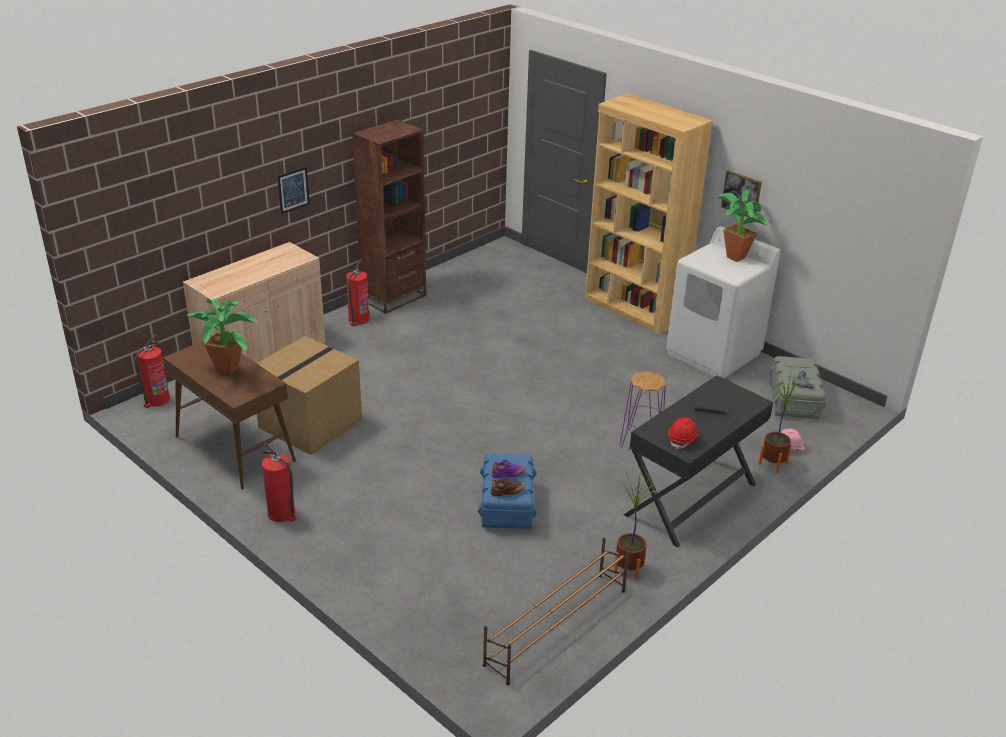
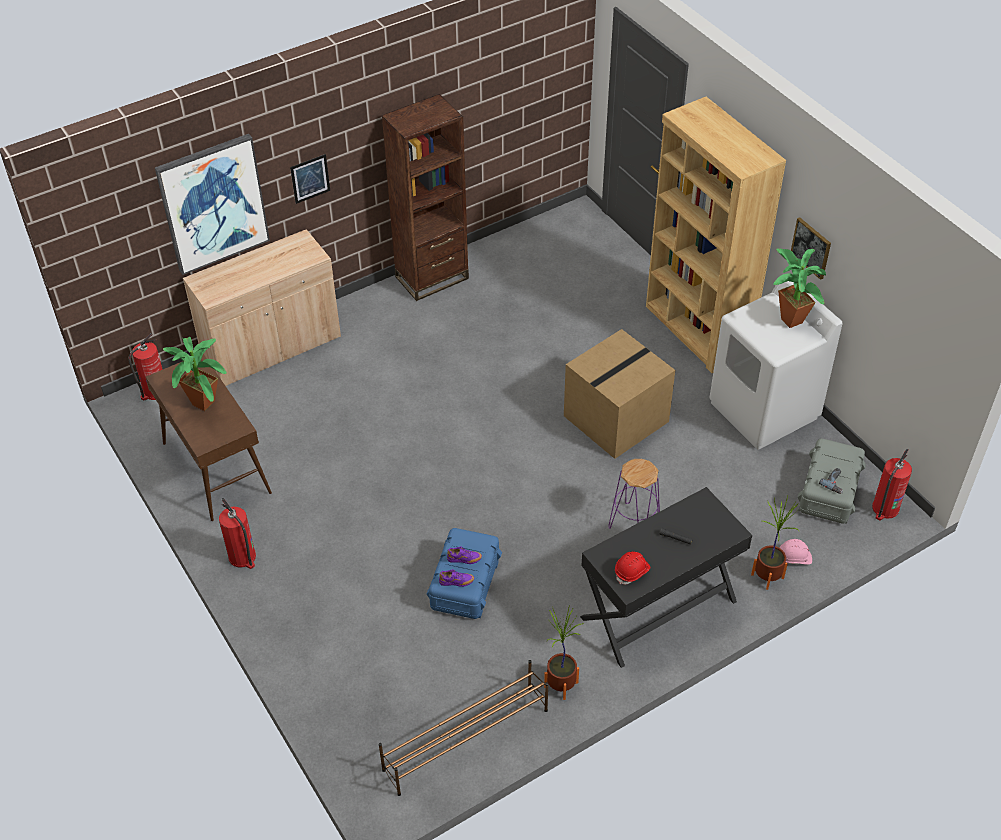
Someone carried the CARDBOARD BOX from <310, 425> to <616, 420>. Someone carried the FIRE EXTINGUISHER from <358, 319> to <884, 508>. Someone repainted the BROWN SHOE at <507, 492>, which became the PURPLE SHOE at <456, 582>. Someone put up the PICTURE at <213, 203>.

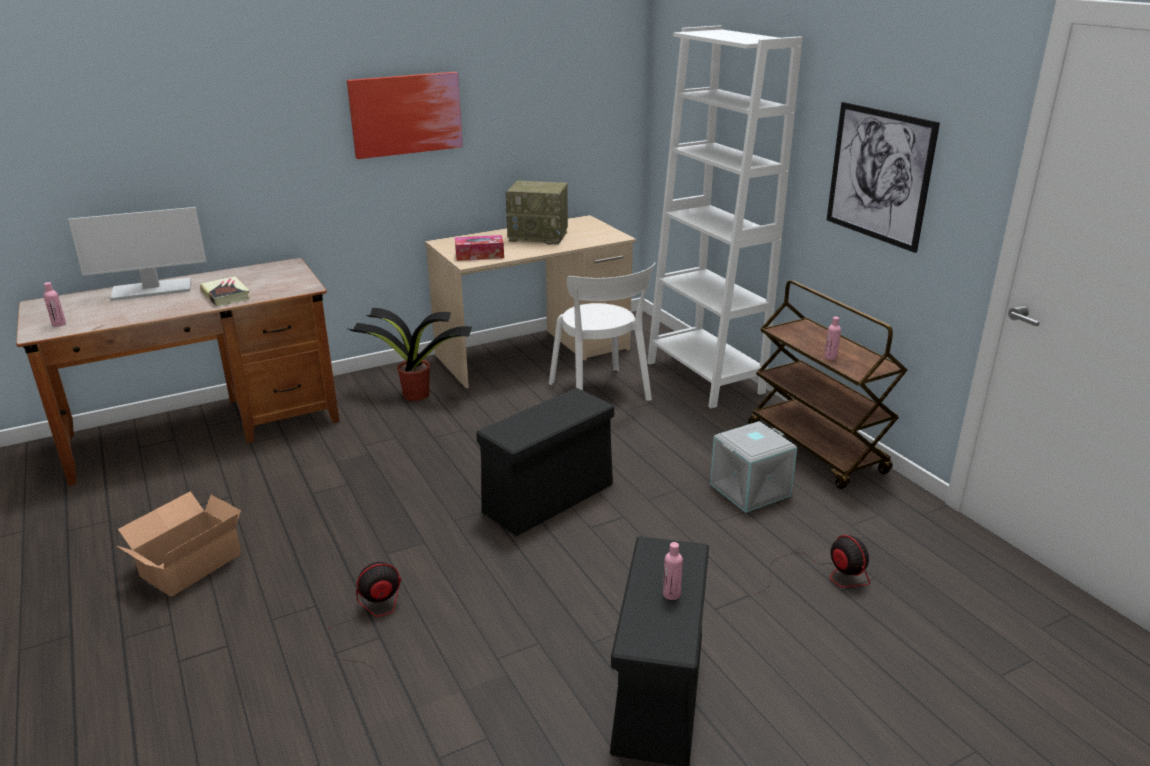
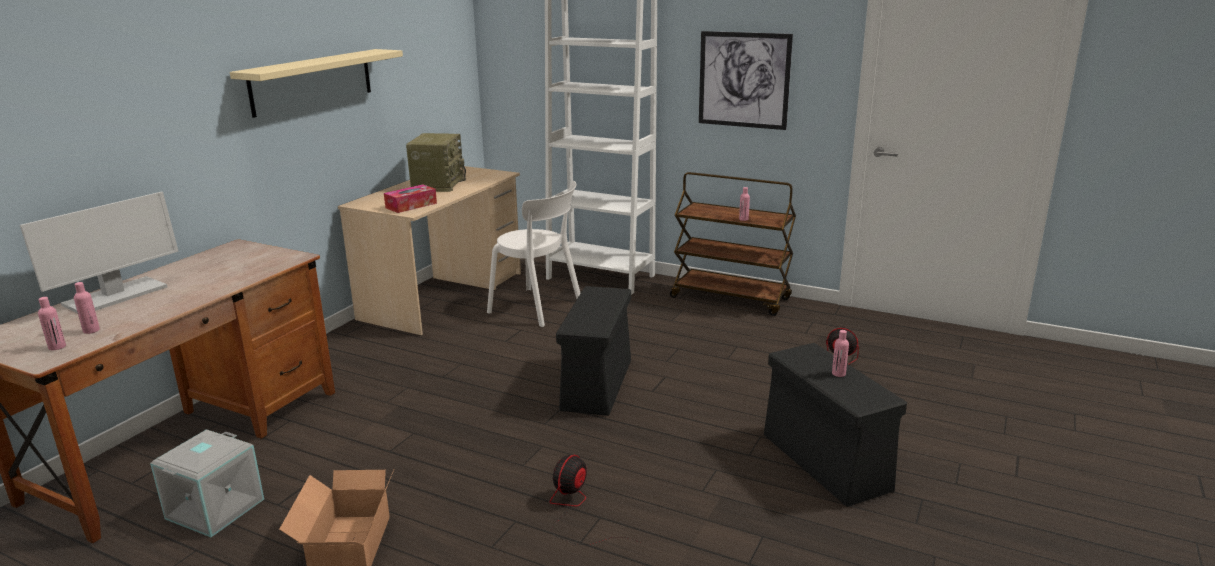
Someone took away the BOOK at <226, 295>. Someone took away the POTTED PLANT at <414, 394>. Someone swapped the PICTURE at <406, 114> for the BEIGE SHELF at <312, 81>. Someone rotated the RADIO at <539, 236> by 60 degrees counterclockwise. Someone carried the GREY STORAGE BOX from <750, 491> to <215, 509>. Someone put down the PINK BOTTLE at <91, 330>.

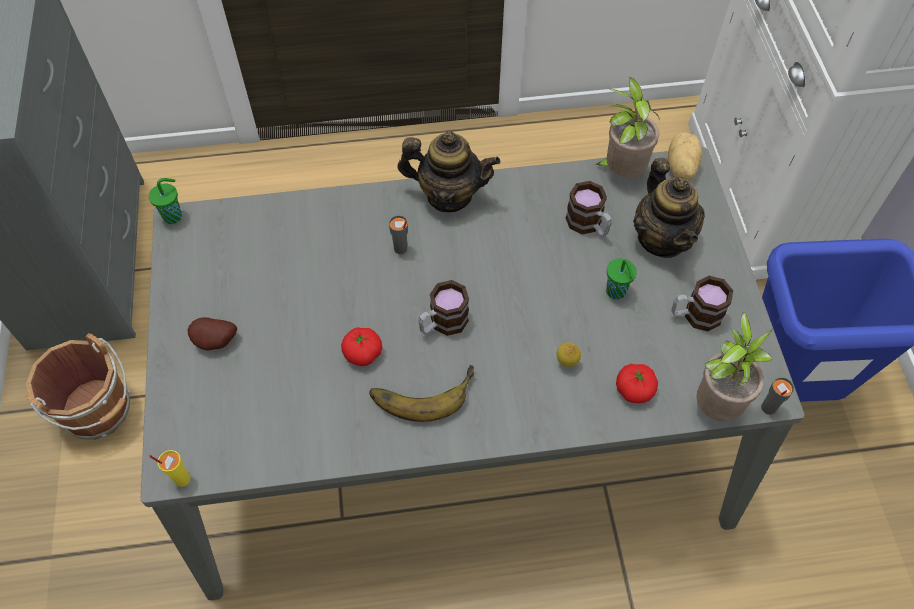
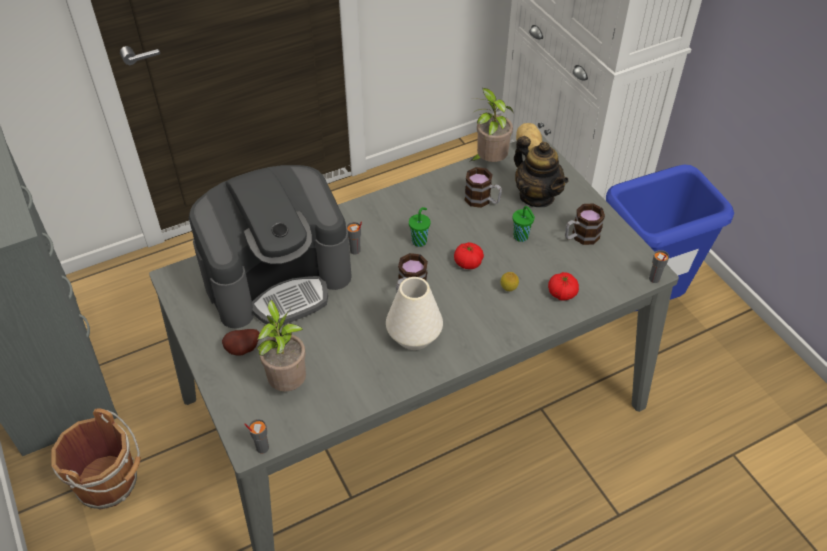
Someone carried the GREEN CUP from <174, 216> to <420, 241>. Someone repainted the YELLOW CUP at <182, 479>, which became the GREY CUP at <262, 448>. Someone carried the TOMATO from <363, 353> to <468, 263>. Someone swapped the BANANA at <421, 389> for the WHITE VASE at <414, 336>. Someone took away the TEAPOT at <449, 195>. Someone carried the POTTED PLANT from <715, 405> to <288, 382>. Someone put down the COFFEE MACHINE at <278, 278>.

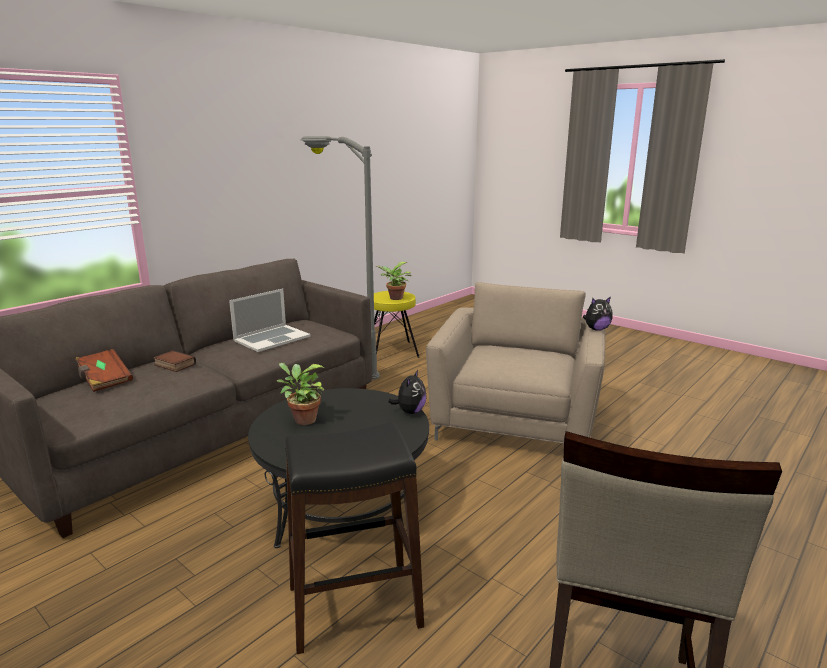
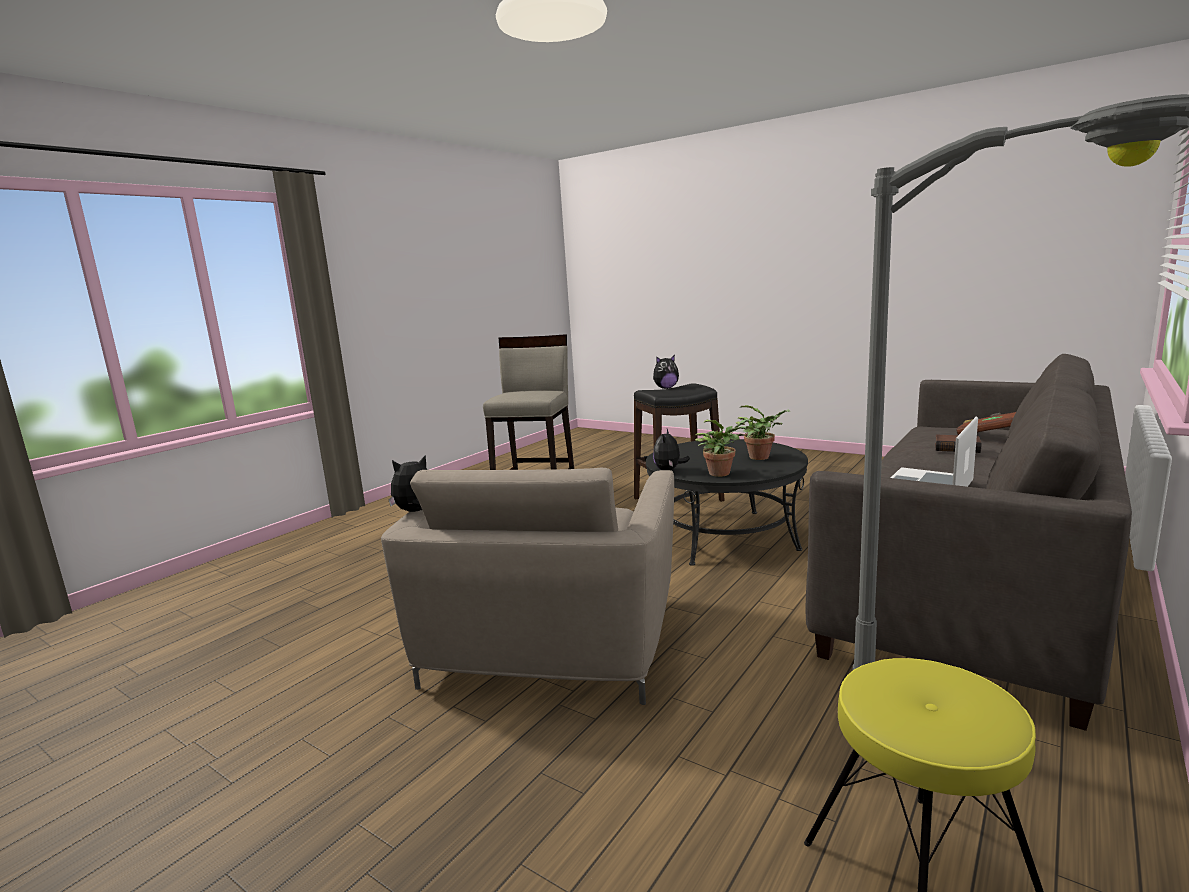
Someone carried the POTTED PLANT from <394, 298> to <721, 473>. Someone put down the PLUSH TOY at <665, 388>.

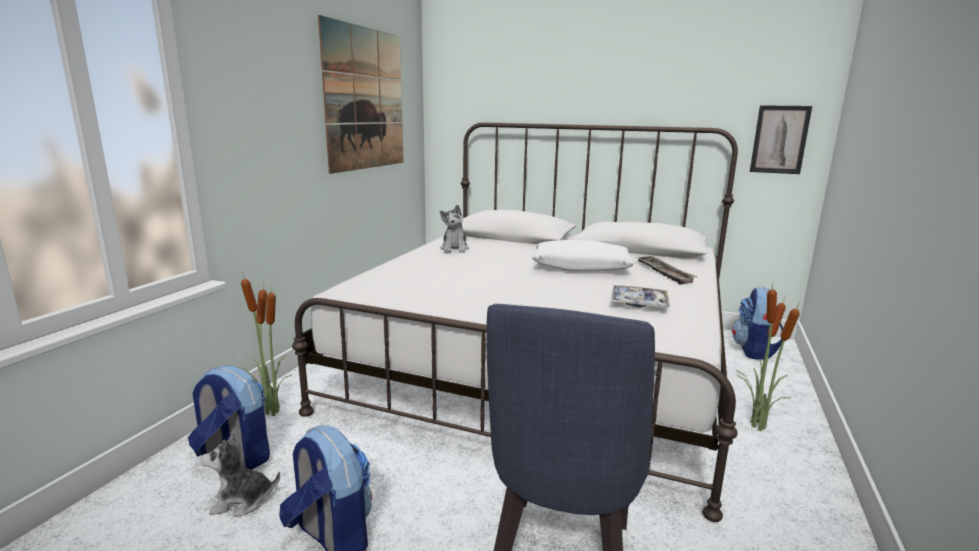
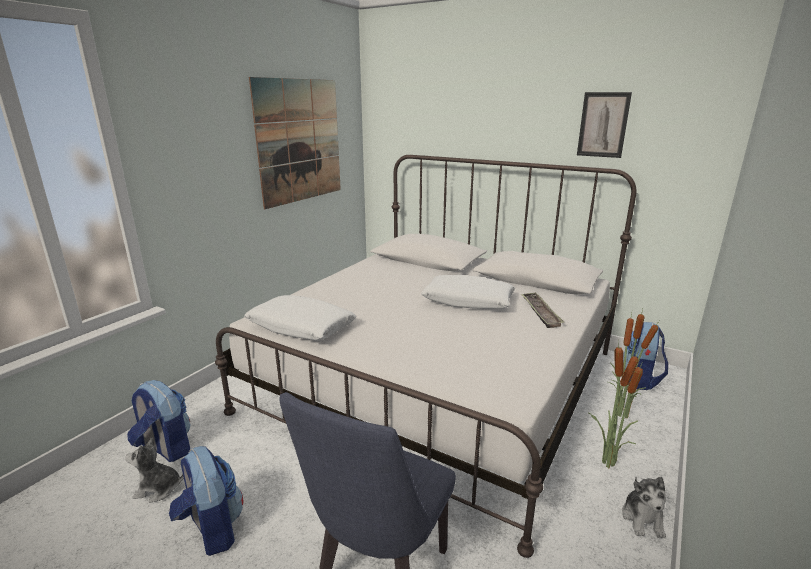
Someone carried the POTTED PLANT from <270, 412> to <620, 414>. Someone carried the PLUSH TOY from <455, 249> to <643, 519>. Someone took away the TRAY at <639, 303>. Someone carried the PICTURE from <779, 139> to <603, 125>. Someone put down the WHITE PILLOW at <301, 327>.

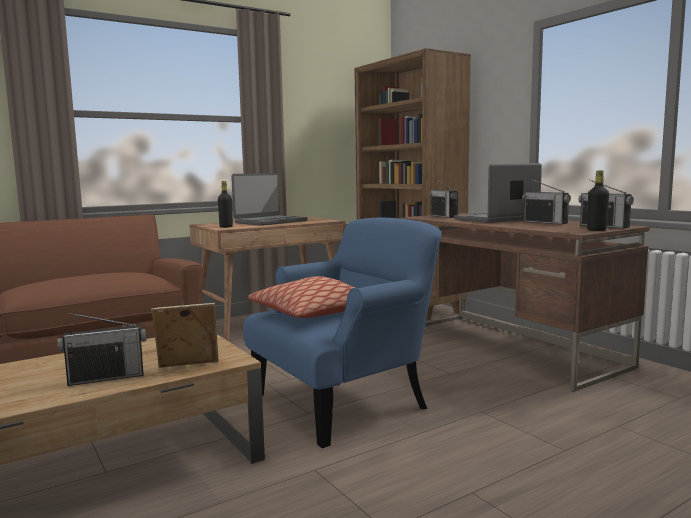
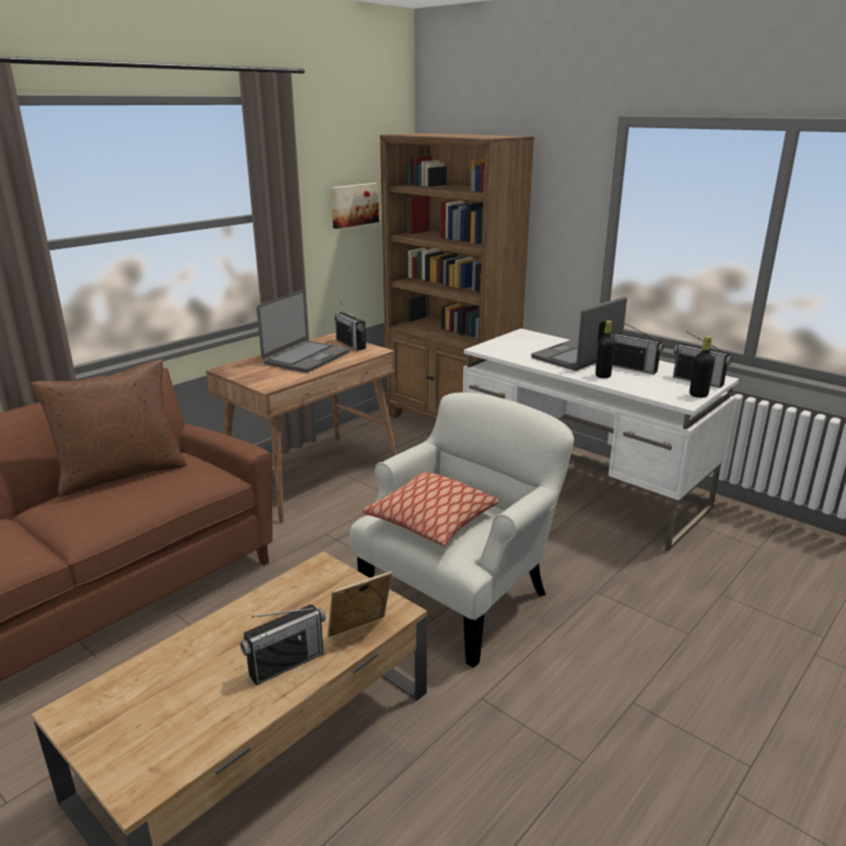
Someone carried the BLACK BOTTLE from <226, 227> to <603, 376>. Someone repainted the BLUE ARMCHAIR at <345, 401>, which became the WHITE ARMCHAIR at <460, 595>. Someone repainted the BROWN DESK at <506, 348>, which became the WHITE DESK at <582, 488>. Someone carried the RADIO from <443, 216> to <351, 344>. Someone put down the BROWN PILLOW at <121, 474>. Someone put up the PICTURE at <354, 205>.

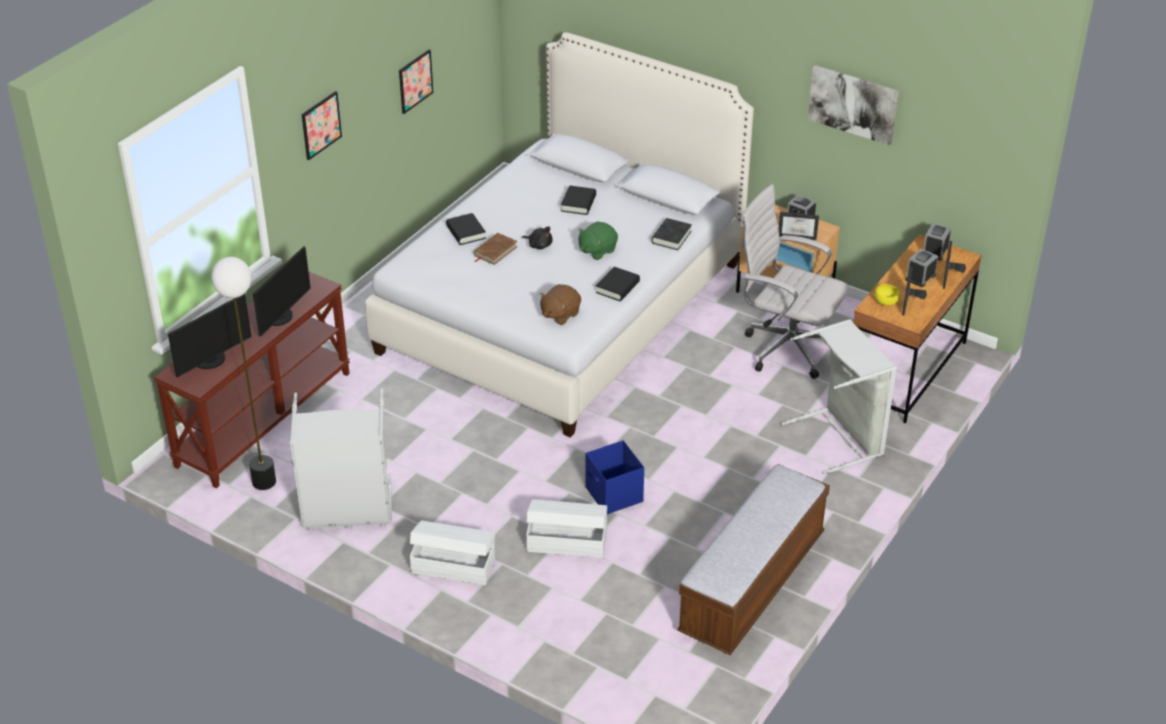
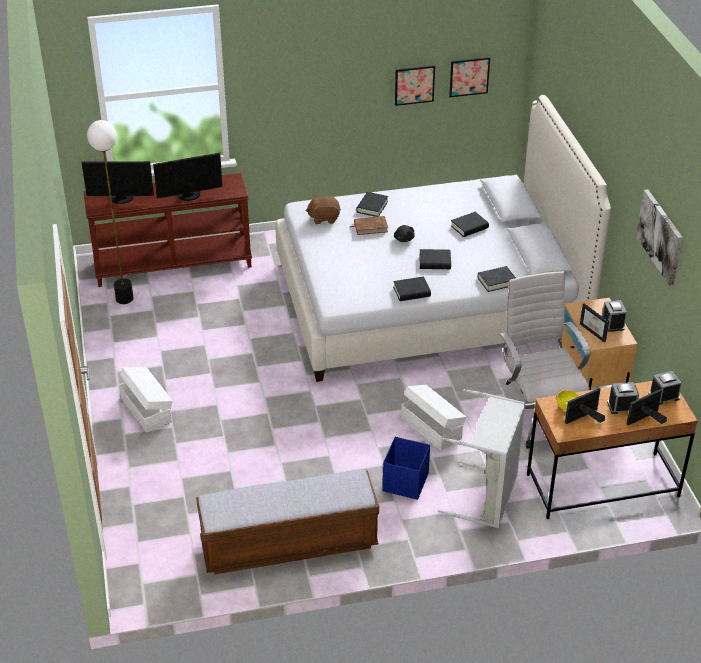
Someone took away the GREY LAUNDRY BASKET at <347, 510>. Someone carried the PICTURE from <321, 125> to <469, 76>. Someone carried the WHITE STORAGE BOX from <566, 541> to <431, 427>. Someone carried the BROWN PLUSH TOY from <560, 314> to <324, 218>. Someone swapped the GREEN PLUSH TOY at <597, 250> for the BLACK BOOK at <435, 262>. Someone carried the BLUE STORAGE BOX from <614, 495> to <405, 483>.

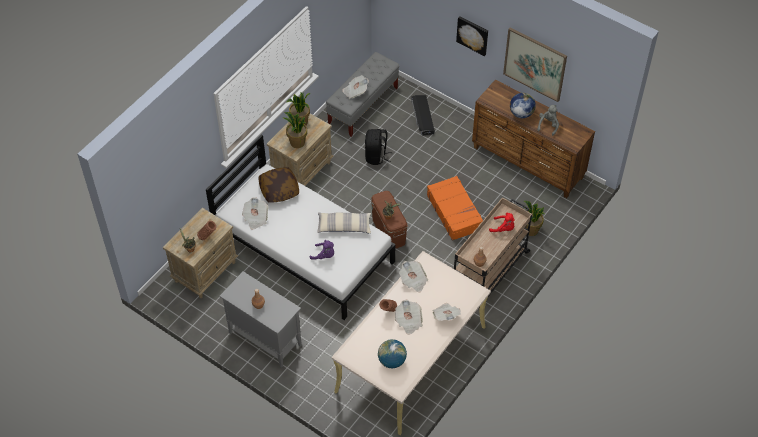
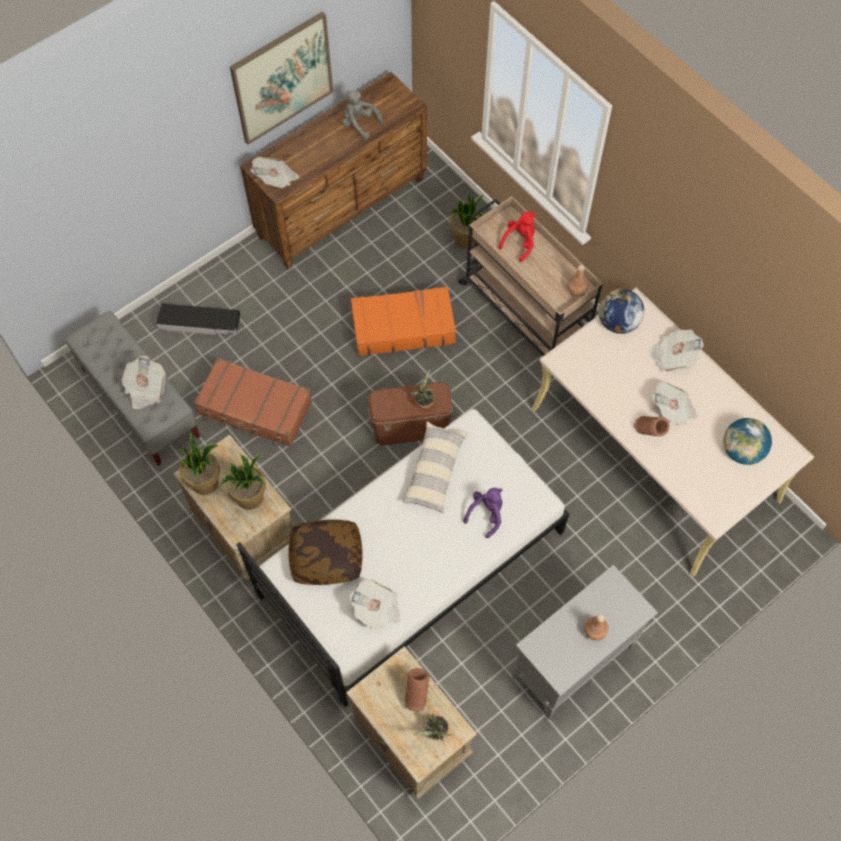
Someone swapped the BLACK BACKPACK at <376, 156> for the BROWN SUITCASE at <255, 409>. Someone carried the NEWSPAPER from <413, 281> to <276, 179>. Someone took away the PICTURE at <473, 35>. Someone carried the GLOBE from <521, 113> to <617, 322>.

